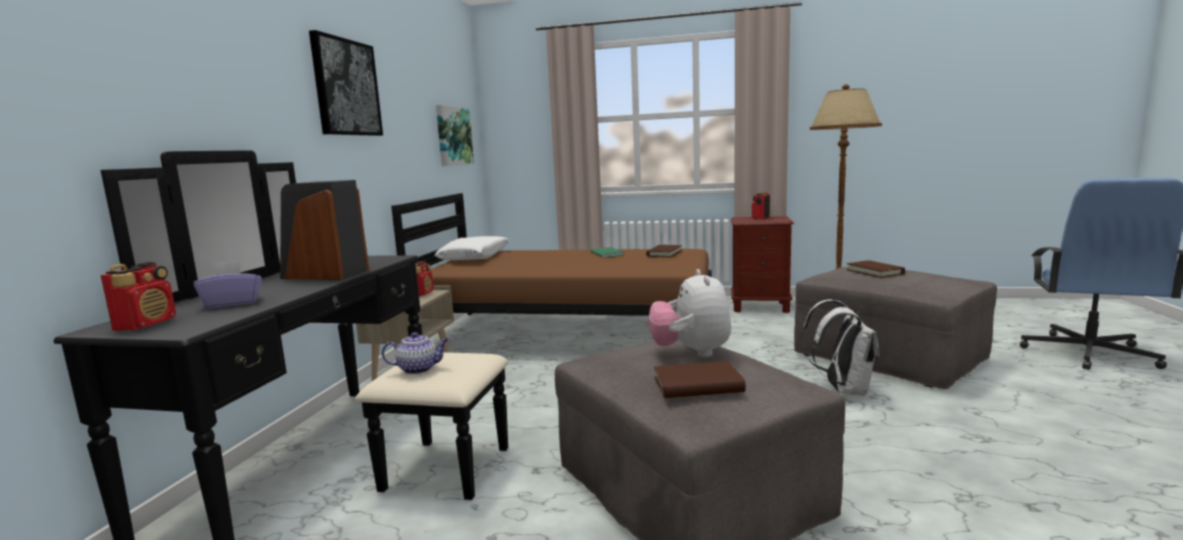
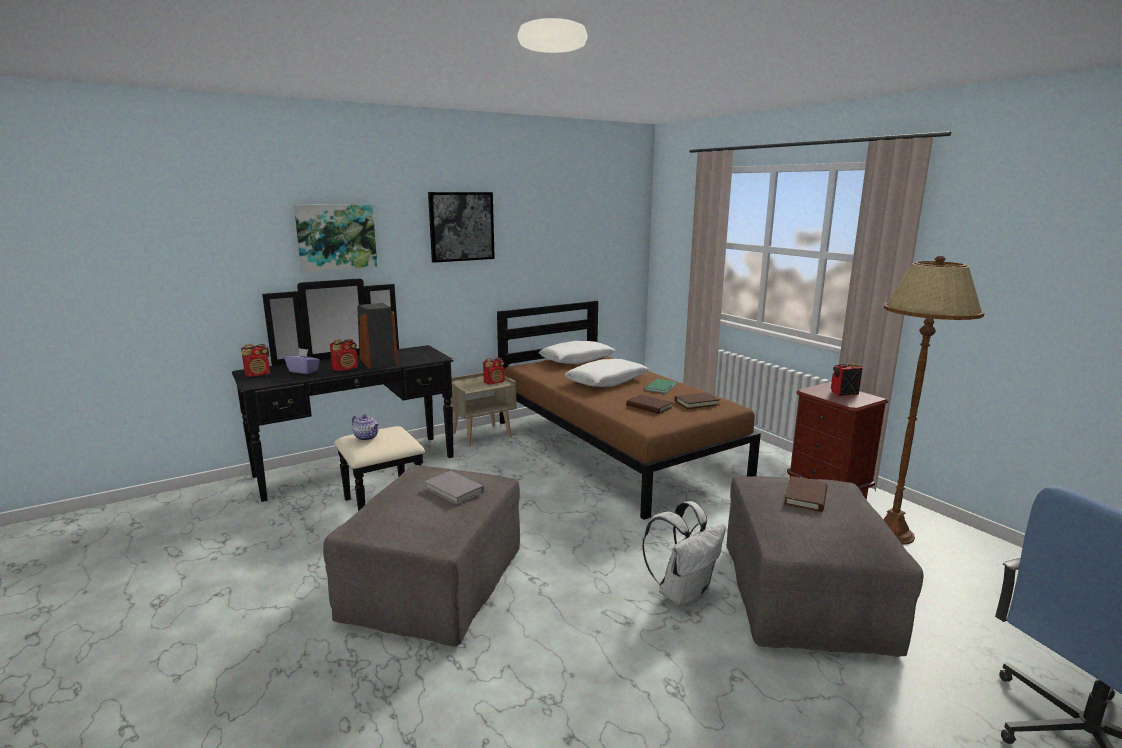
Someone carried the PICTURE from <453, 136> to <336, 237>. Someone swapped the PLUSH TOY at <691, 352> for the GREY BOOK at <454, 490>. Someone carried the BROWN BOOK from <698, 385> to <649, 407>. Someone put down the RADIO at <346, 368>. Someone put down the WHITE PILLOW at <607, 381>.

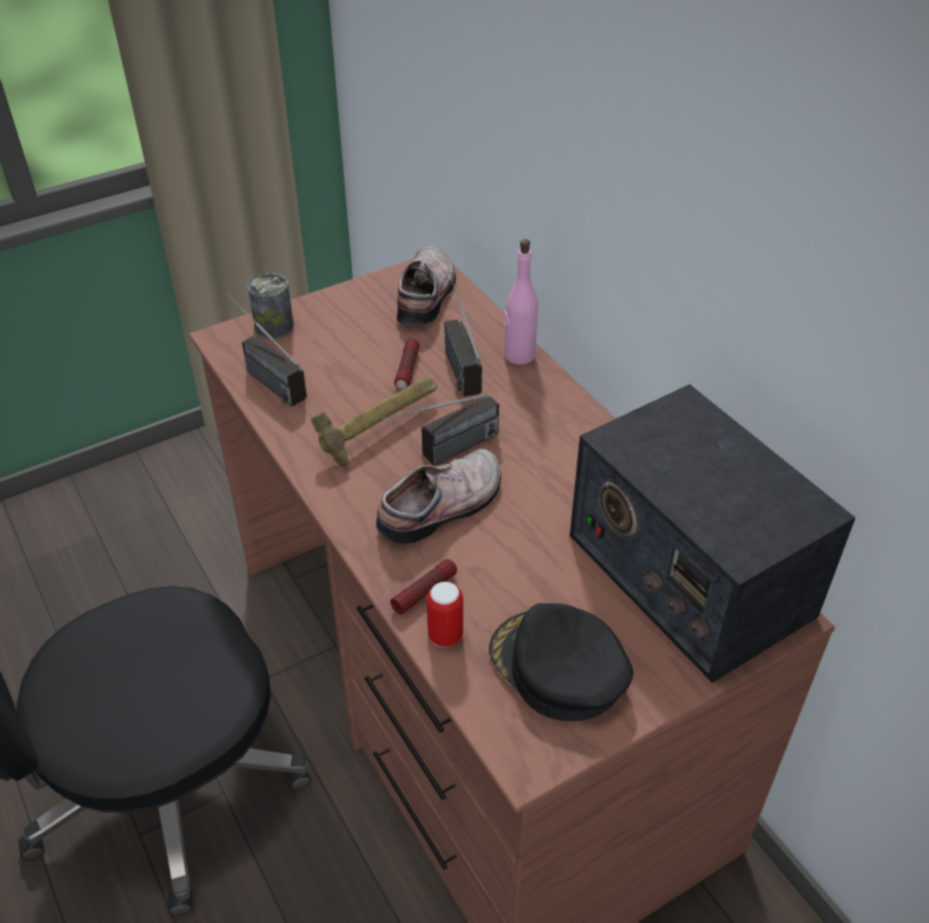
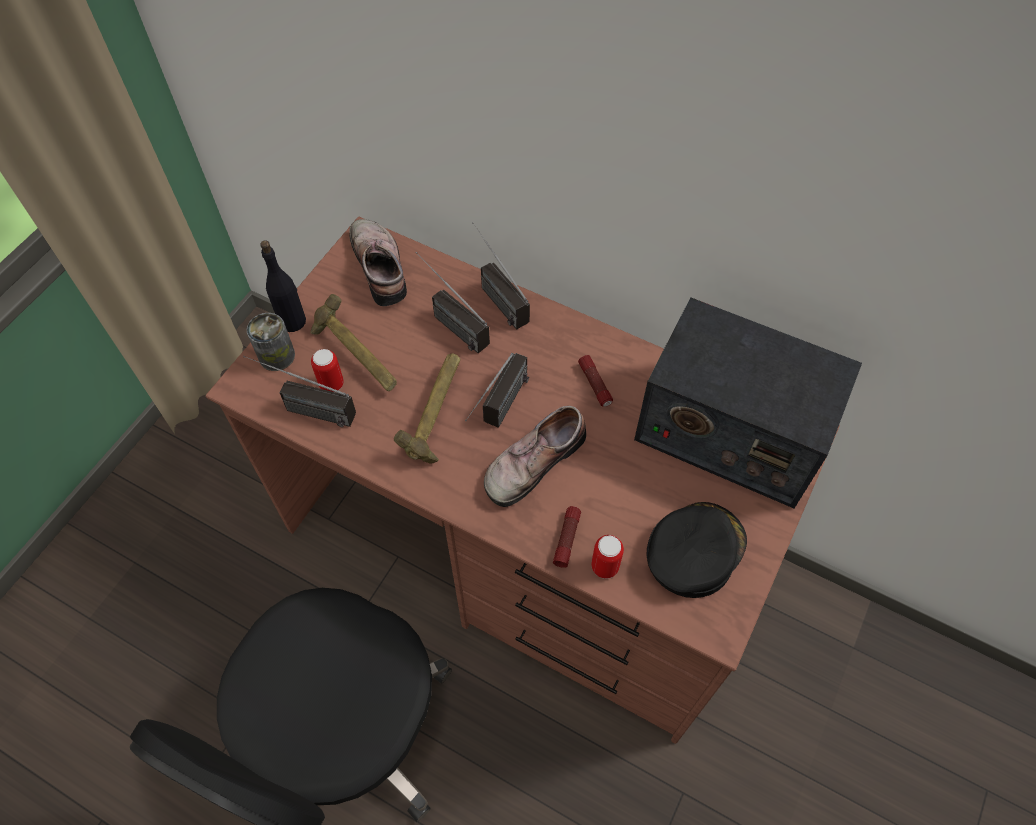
Someone rotated the SHOE at <444, 507> by 150 degrees counterclockwise. Someone carried the FLASHLIGHT from <407, 370> to <595, 384>. Someone rotated the BLACK CAP at <558, 667> by 120 degrees clockwise. Someone swapped the PINK BOTTLE at <519, 355> for the RADIO at <494, 294>. Someone put down the BLACK BOTTLE at <293, 321>. Someone put down the HAMMER at <357, 357>. Someone put down the CAN at <331, 384>.

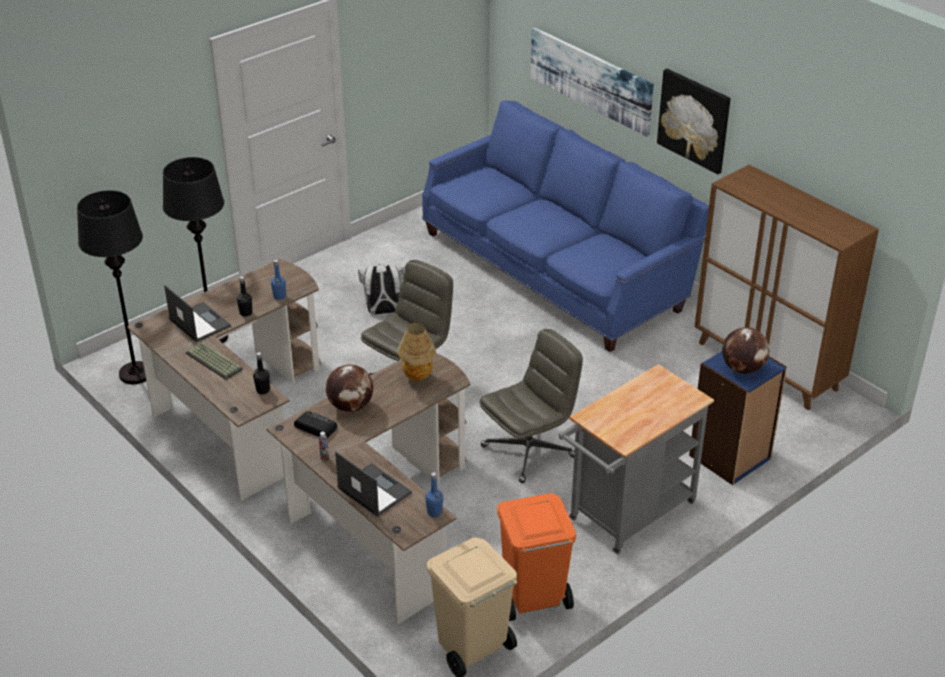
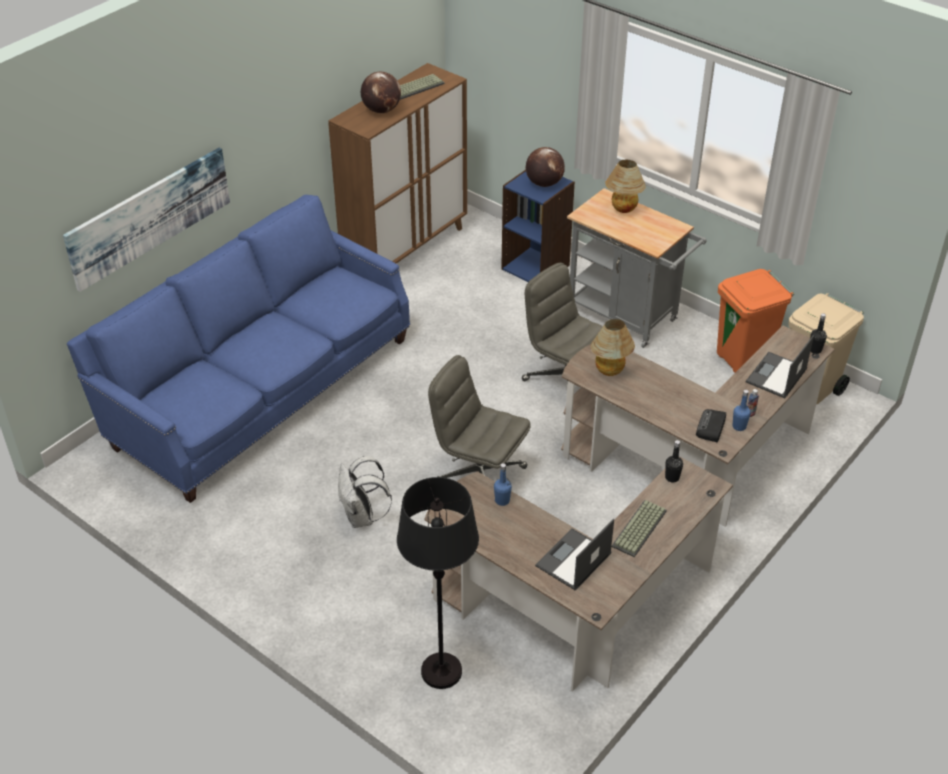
Someone took away the BLACK FLOOR LAMP at <136, 373>. Someone carried the BLACK BOTTLE from <246, 313> to <815, 350>. Someone carried the GLOBE from <351, 406> to <381, 110>. Someone carried the BLUE BOTTLE from <434, 512> to <739, 426>. Someone took away the PICTURE at <694, 120>. Someone put down the KEYBOARD at <416, 87>. Someone put down the TABLE LAMP at <622, 210>.

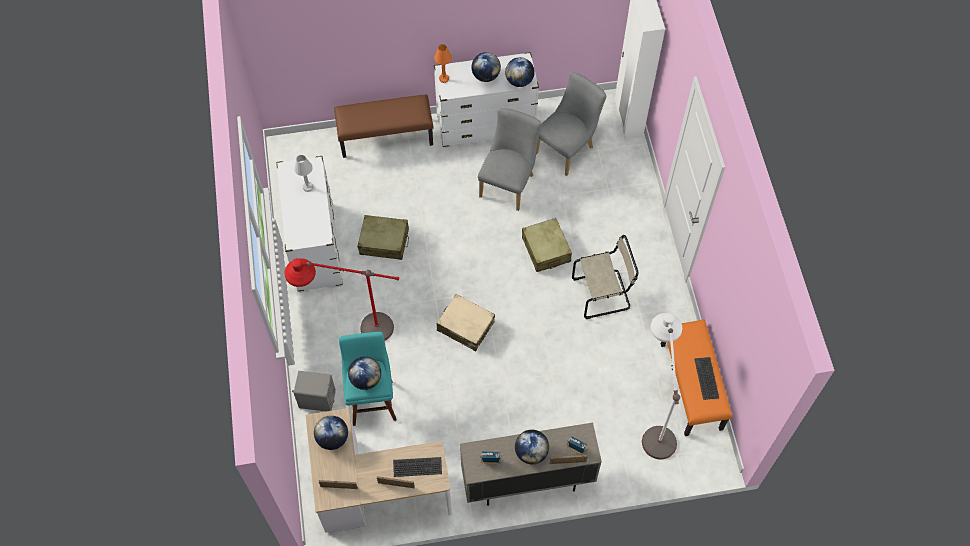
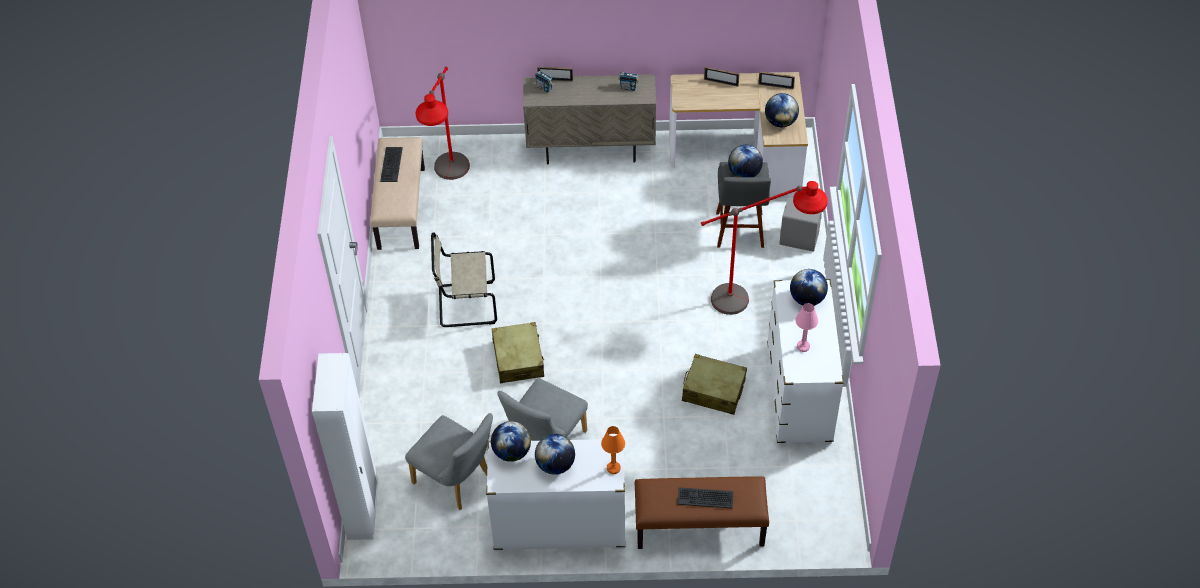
Someone repainted the WHITE TABLE LAMP at <308, 187>, which became the PINK TABLE LAMP at <803, 346>. Someone repainted the TURQUOISE STOOL at <372, 399>, which became the GREY STOOL at <739, 232>. Someone carried the KEYBOARD from <417, 467> to <705, 497>. Someone took away the BEIGE SUITCASE at <465, 326>. Someone carried the GLOBE from <531, 452> to <807, 299>. Someone rotated the GREY CHAIR at <567, 148> by 105 degrees counterclockwise. Someone repainted the WHITE FLOOR LAMP at <654, 419>, which became the RED FLOOR LAMP at <449, 185>. Someone repainted the ORANGE BENCH at <691, 386>, which became the BEIGE BENCH at <400, 208>.

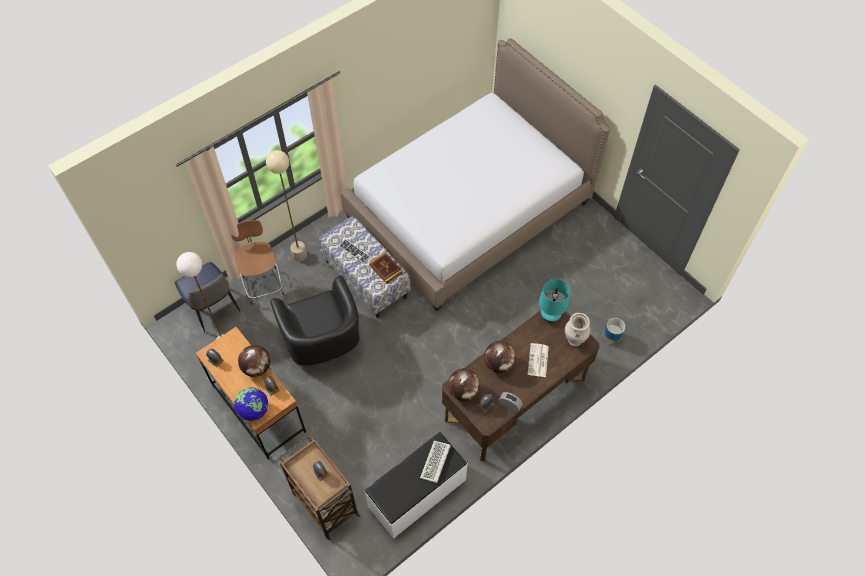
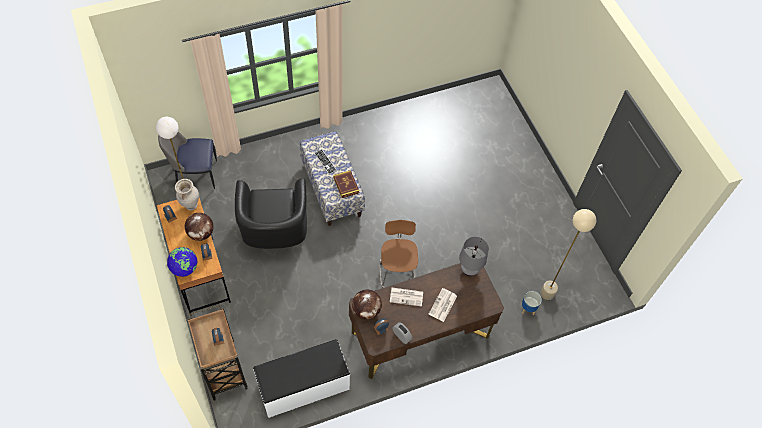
Someone rotated the CHAIR at <213, 308> by 105 degrees clockwise. Someone carried the BROWN STOOL from <263, 284> to <396, 276>. Someone carried the BEIGE FLOOR LAMP from <299, 255> to <547, 293>. Someone took away the BED at <468, 209>. Someone took away the KEYBOARD at <435, 463>. Someone swapped the GLOBE at <498, 364> for the NEWSPAPER at <407, 296>. Someone repainted the TURQUOISE TABLE LAMP at <550, 316>, which became the GREY TABLE LAMP at <469, 270>. Someone carried the BEIGE VASE from <574, 340> to <190, 205>.

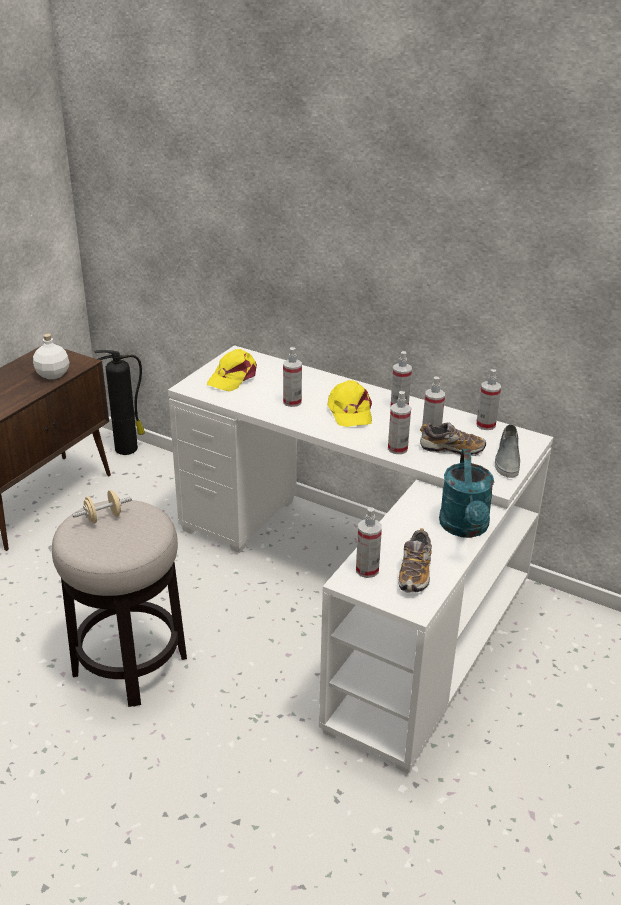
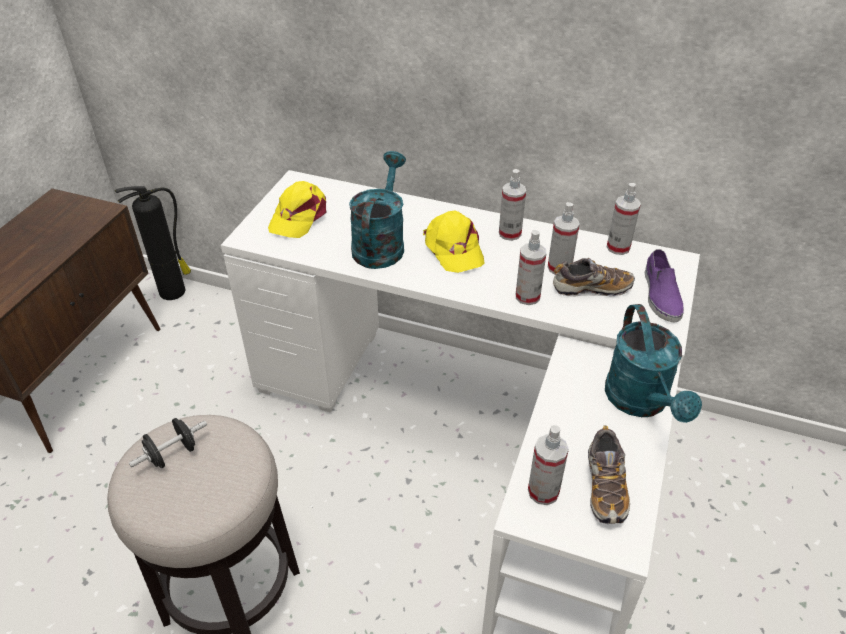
Someone took away the WHITE BOTTLE at <53, 375>. Someone repainted the BEIGE DUMBBELL at <103, 518>, which became the BLACK DUMBBELL at <172, 454>. Someone swapped the SPRAY BOTTLE at <292, 402> for the TURQUOISE WATERING CAN at <380, 244>. Someone repainted the GREY SHOE at <507, 459>, which became the PURPLE SHOE at <660, 295>.

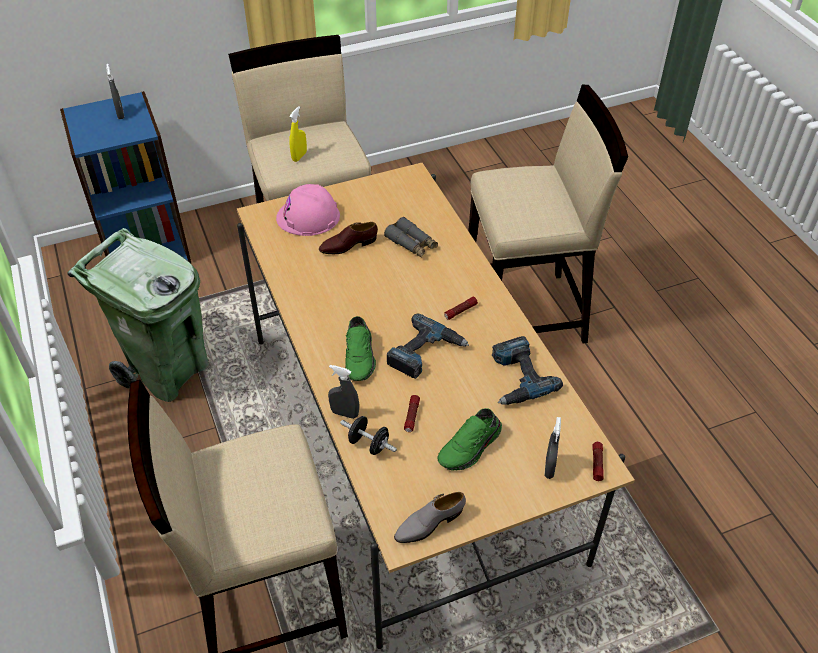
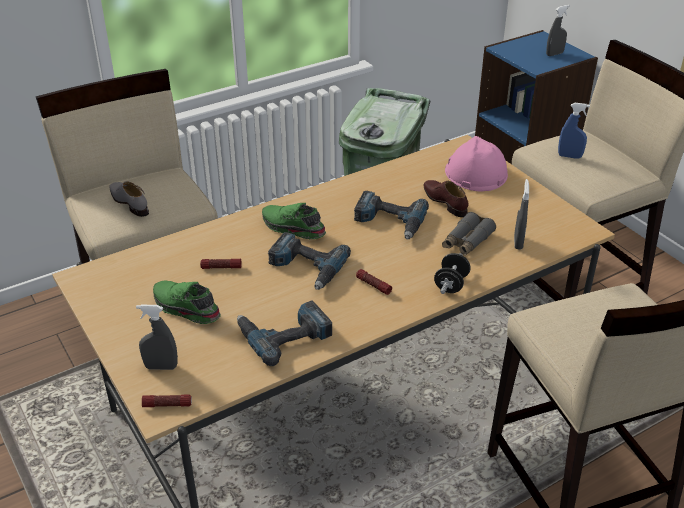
Someone repainted the YELLOW SPRAY BOTTLE at <299, 156>, which became the BLUE SPRAY BOTTLE at <569, 156>. Someone carried the GREY SPRAY BOTTLE from <344, 413> to <518, 242>. Someone carried the BLACK DUMBBELL from <369, 444> to <451, 284>. Someone rotated the GREEN SHOE at <360, 357> by 45 degrees clockwise. Someone carried the GREY SHOE from <429, 523> to <129, 202>. Someone put down the POWER DRILL at <389, 222>.

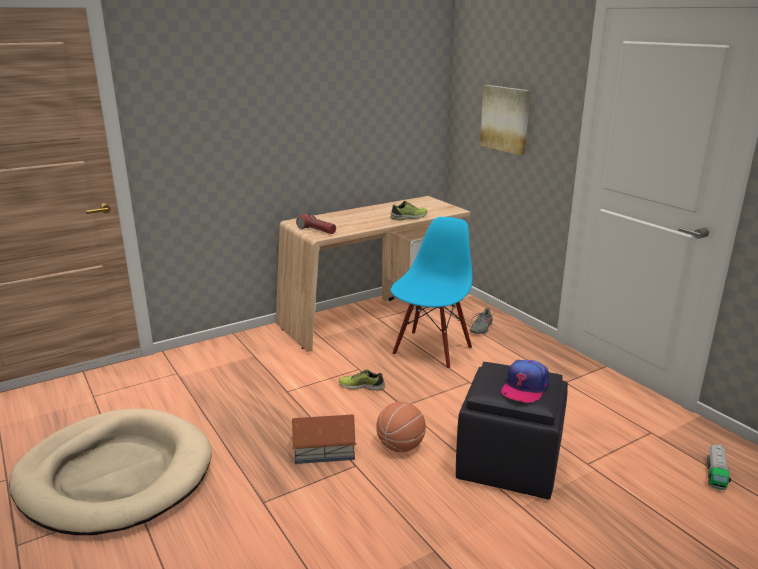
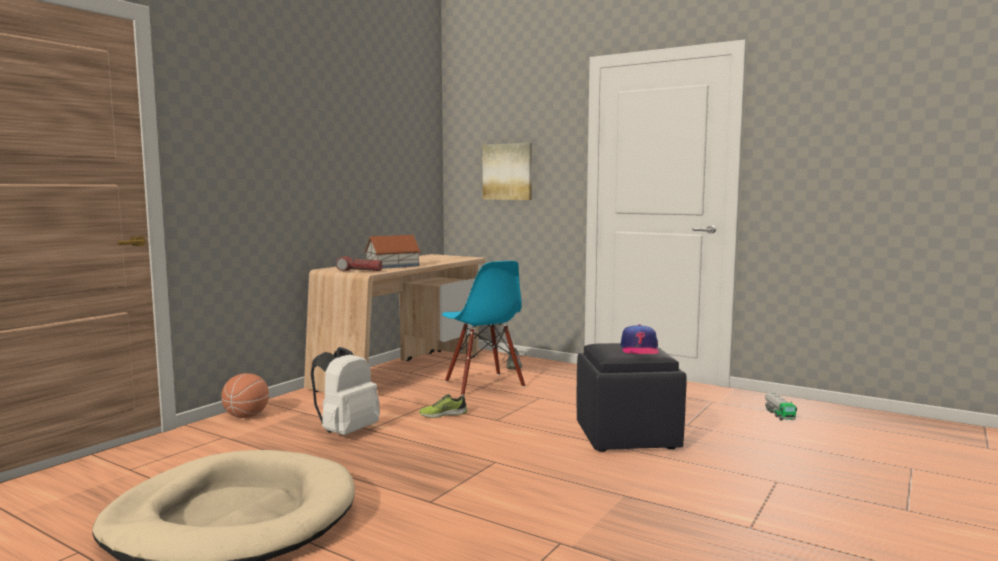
Someone carried the TOY HOUSE from <323, 449> to <392, 266>. Someone carried the BASKETBALL from <400, 446> to <246, 416>. Someone took away the SHOE at <409, 217>. Someone rotated the BLUE CHAIR at <431, 350> by 150 degrees clockwise. Someone put down the WHITE BACKPACK at <346, 432>.

